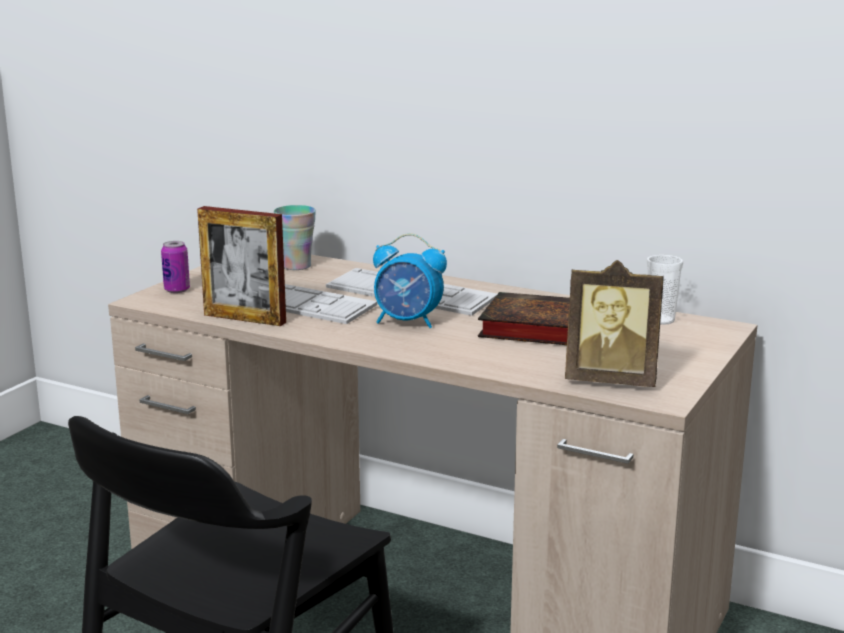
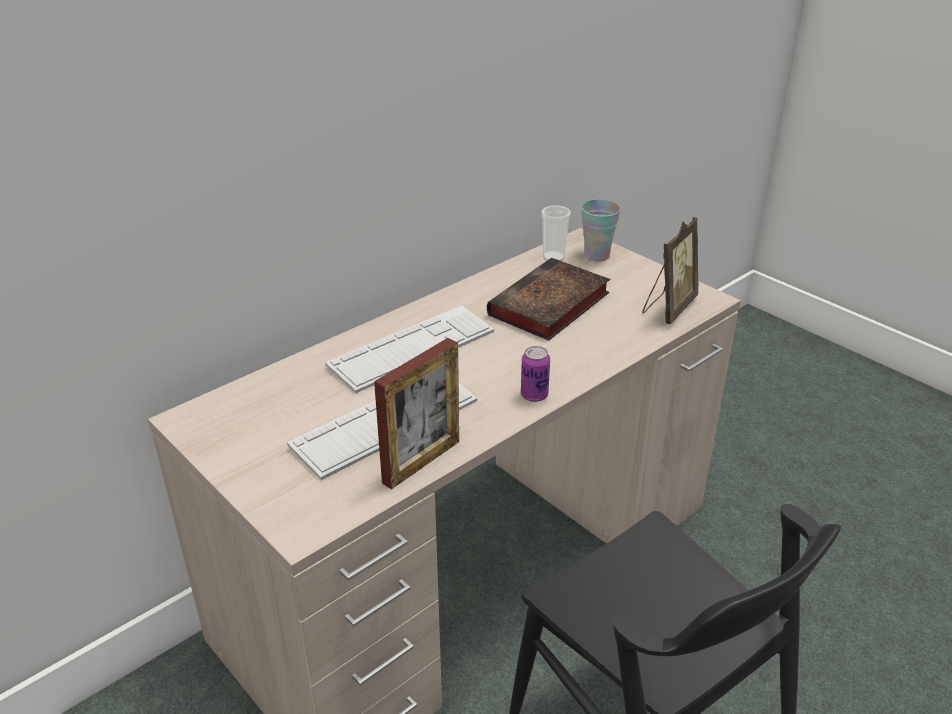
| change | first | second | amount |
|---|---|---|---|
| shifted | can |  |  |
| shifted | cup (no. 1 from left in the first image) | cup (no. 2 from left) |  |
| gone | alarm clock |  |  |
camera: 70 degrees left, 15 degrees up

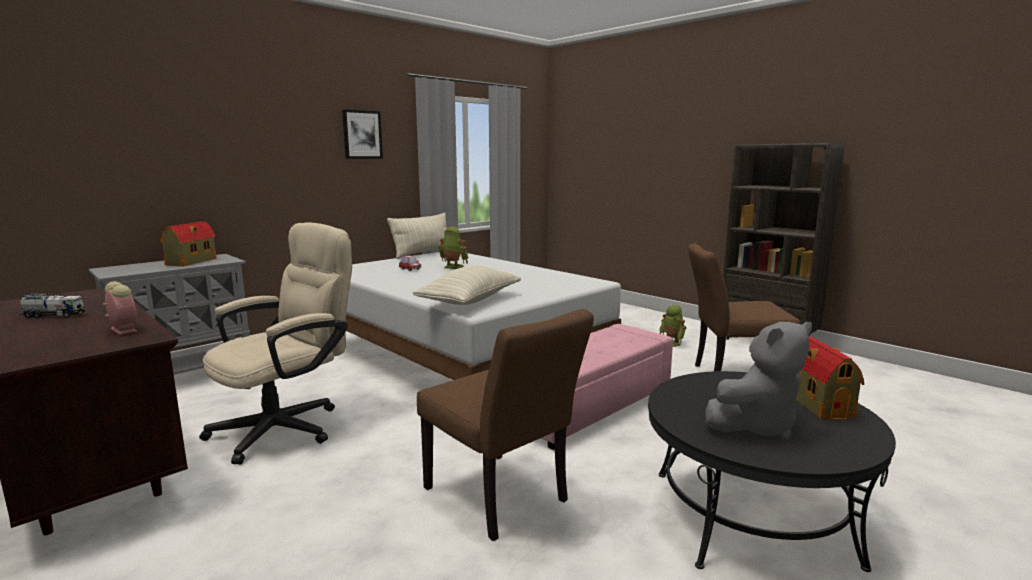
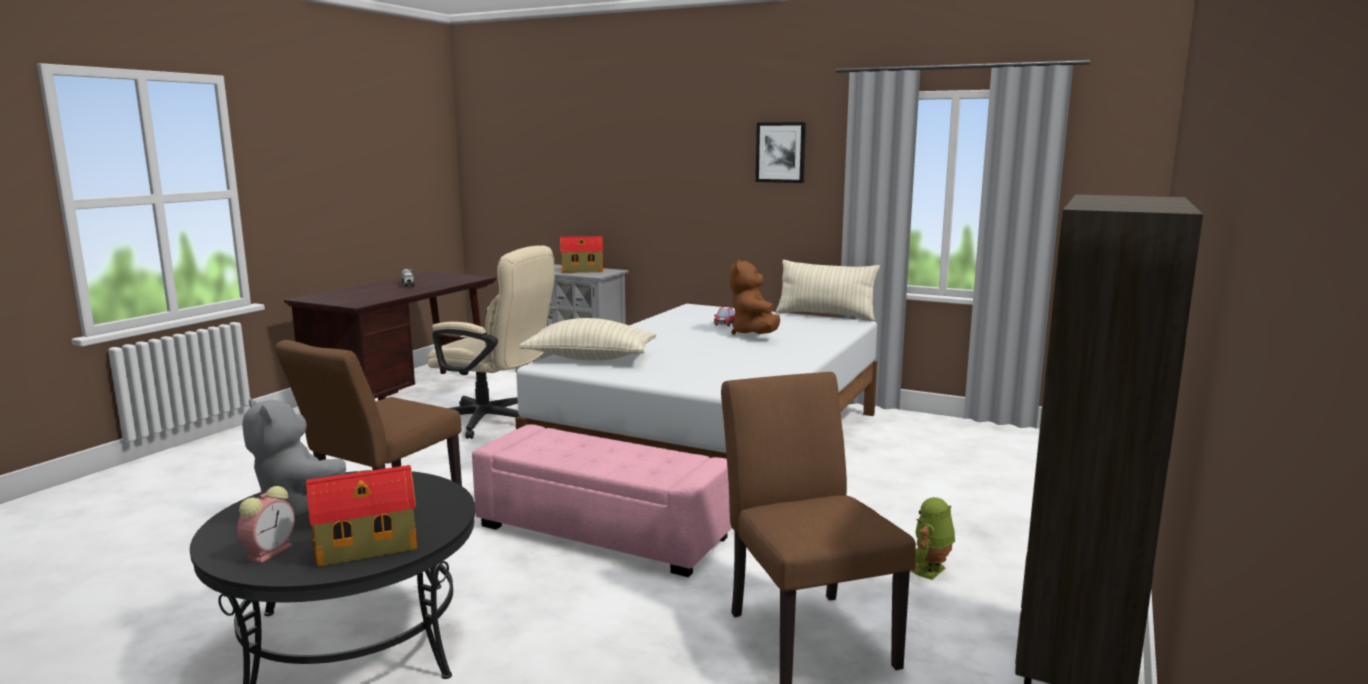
| change | first | second | amount |
|---|---|---|---|
| shifted | alarm clock |  |  |
| swapped | toy robot (no. 1 from left) | brown plush toy |  |
camera: 70 degrees right, 0 degrees up

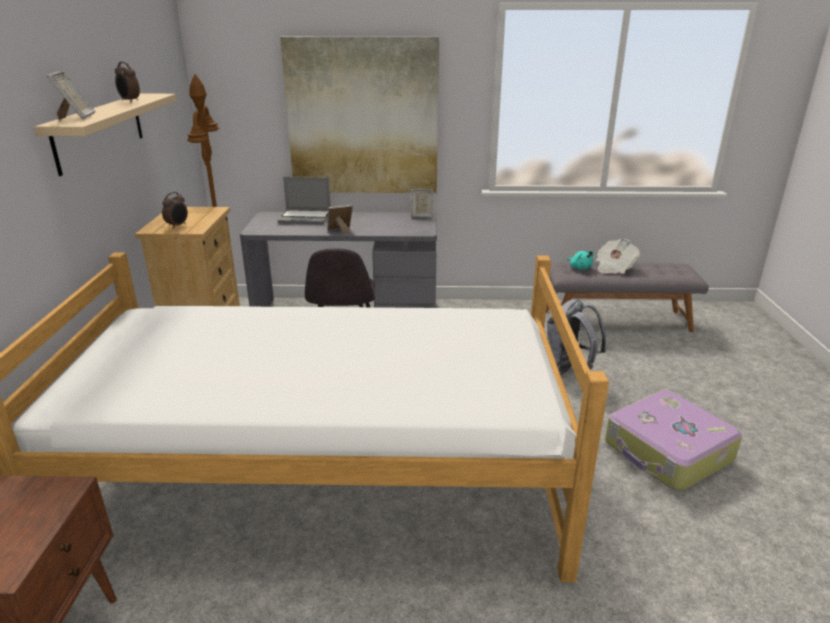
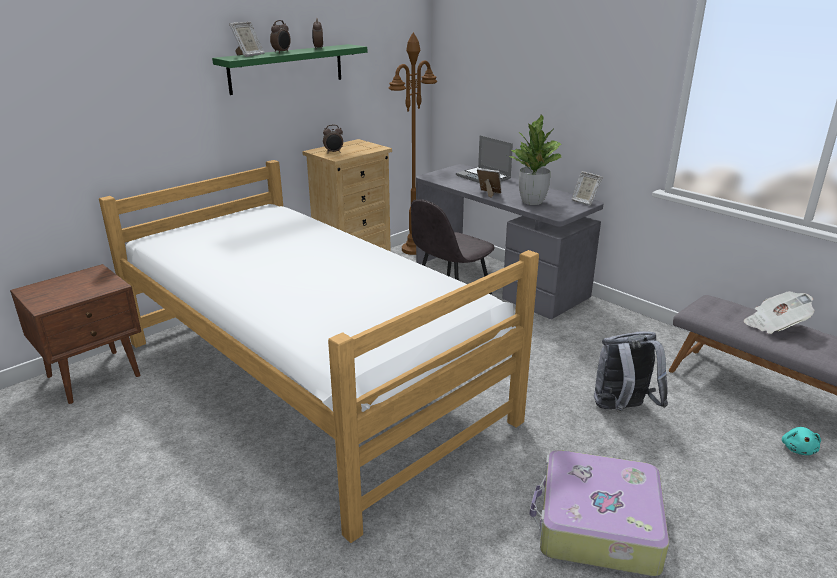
| change | first | second | amount |
|---|---|---|---|
| repainted | beige shelf | green shelf |  |
| new |  | alarm clock (no. 1 from left) |  |
| new |  | potted plant |  |
| shifted | turquoise plush toy |  |  |
| gone | picture |  |  |
camera: 45 degrees right, 0 degrees up

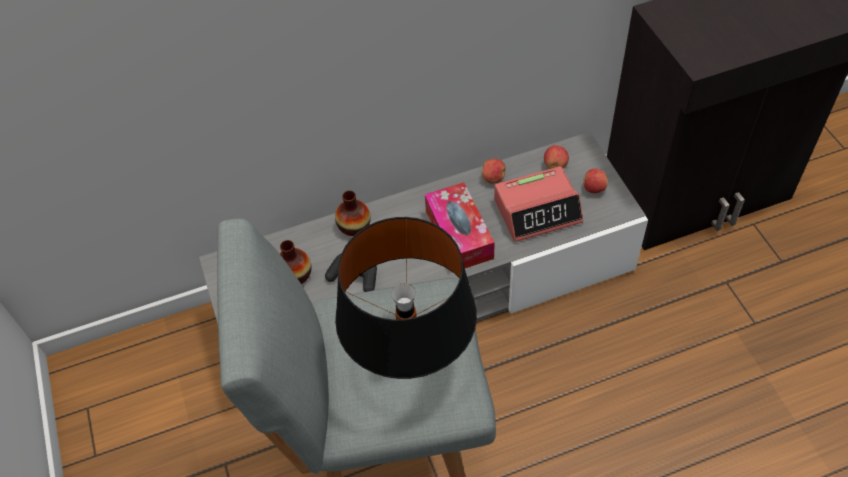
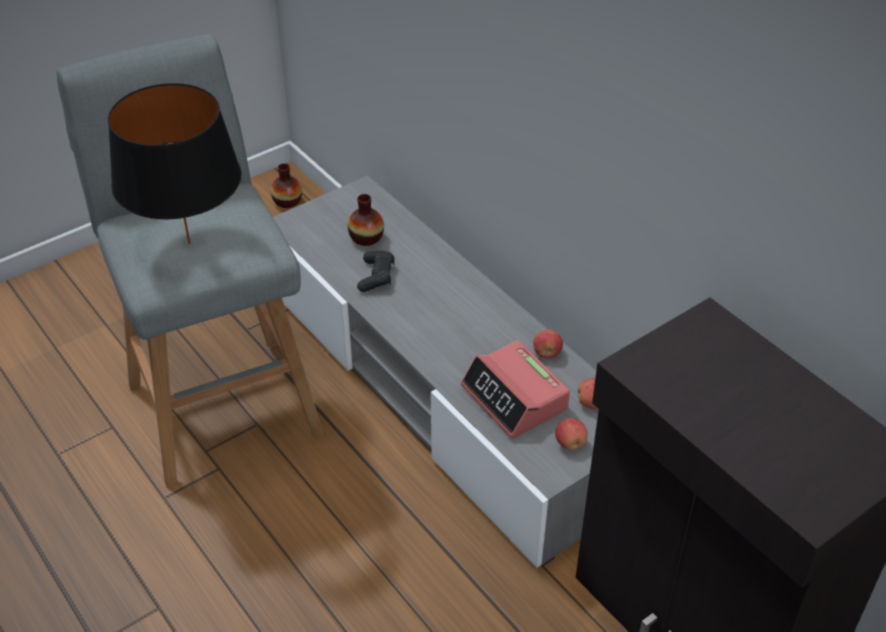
| change | first | second | amount |
|---|---|---|---|
| shifted | vase (no. 2 from left in the first image) | vase (no. 1 from left) |  |
| gone | tissue box |  |  |
camera: 70 degrees right, 10 degrees down

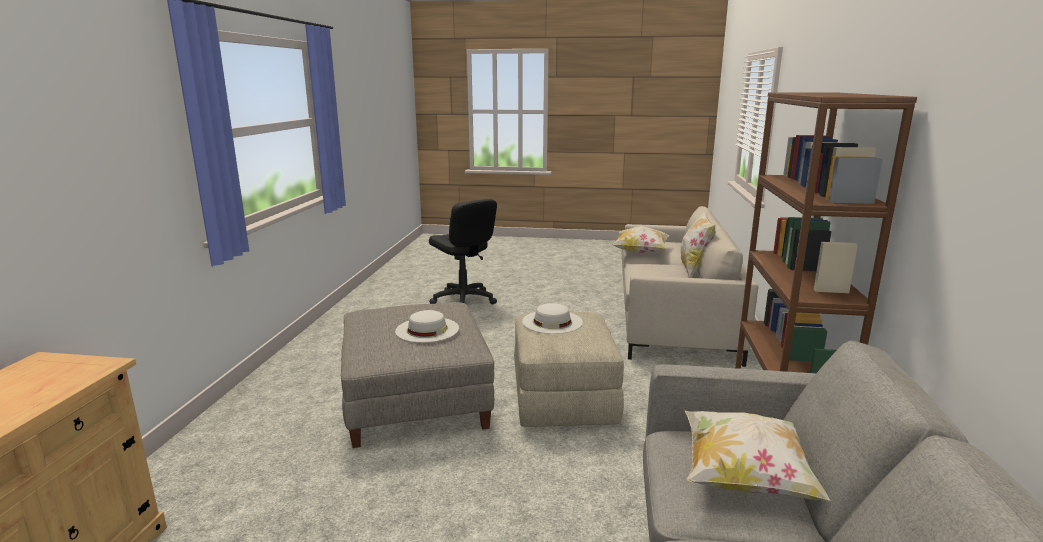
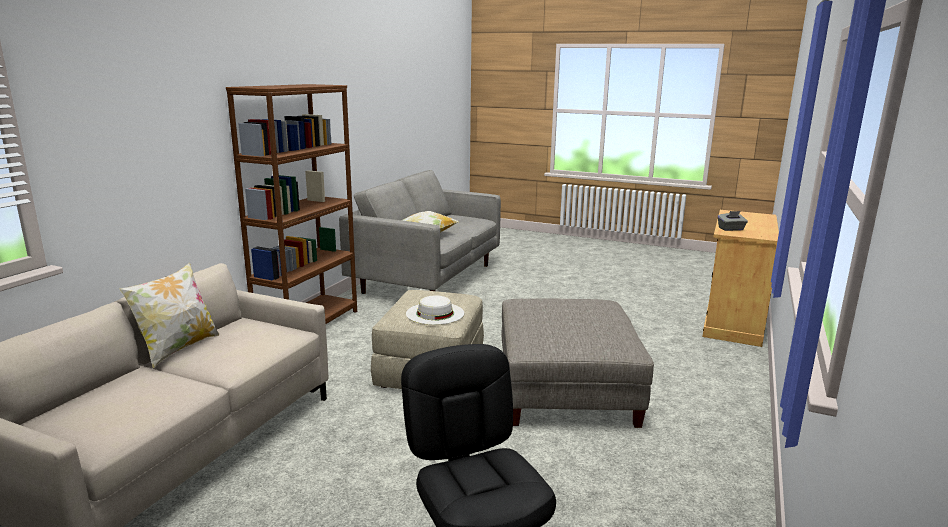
| change | first | second | amount |
|---|---|---|---|
| new |  | grey tissue box |  |
| gone | white hat (no. 1 from left) |  |  |
| gone | pillow (no. 1 from left) |  |  |
camera: 165 degrees left, 0 degrees up

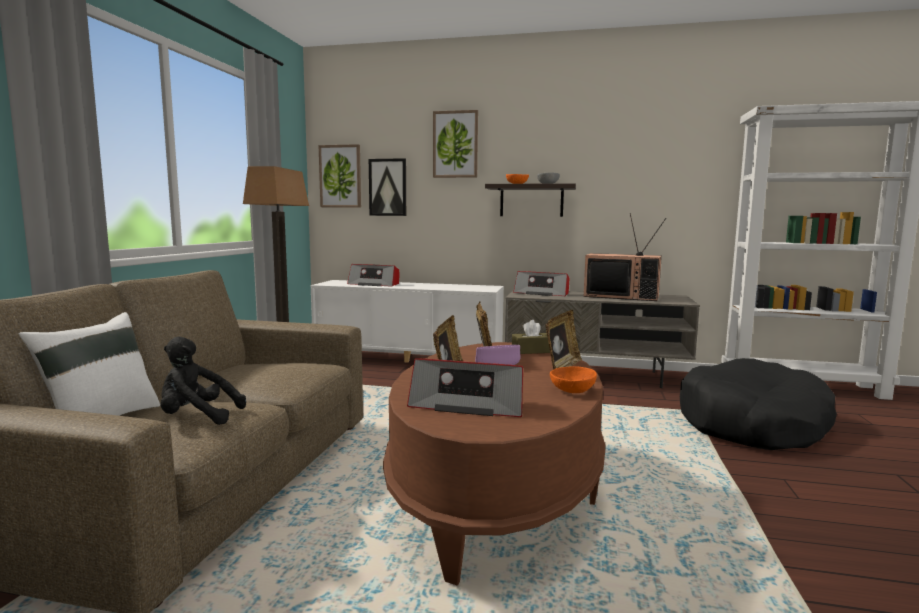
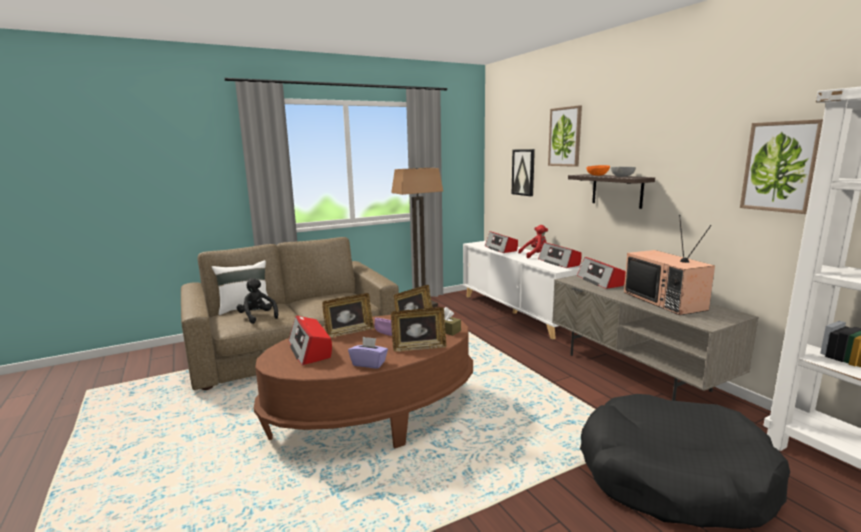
| change | first | second | amount |
|---|---|---|---|
| swapped | orange bowl (no. 2 from left) | purple tissue box |  |
| new |  | red plush toy |  |
| new |  | radio (no. 3 from left) |  |
| shifted | picture (no. 1 from left in the first image) | picture (no. 3 from left) |  |
camera: 50 degrees right, 5 degrees up

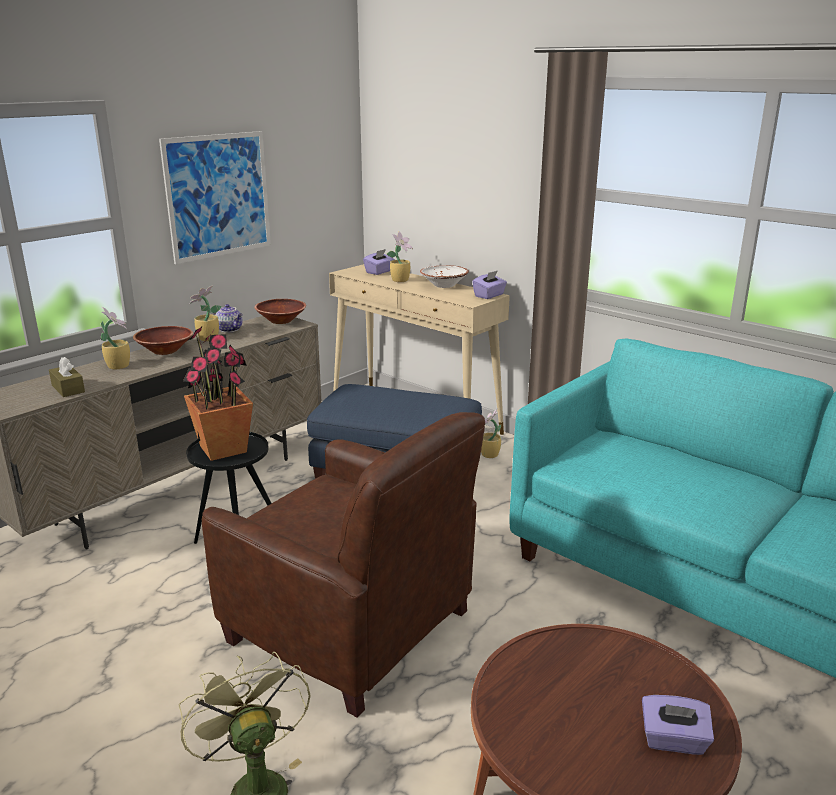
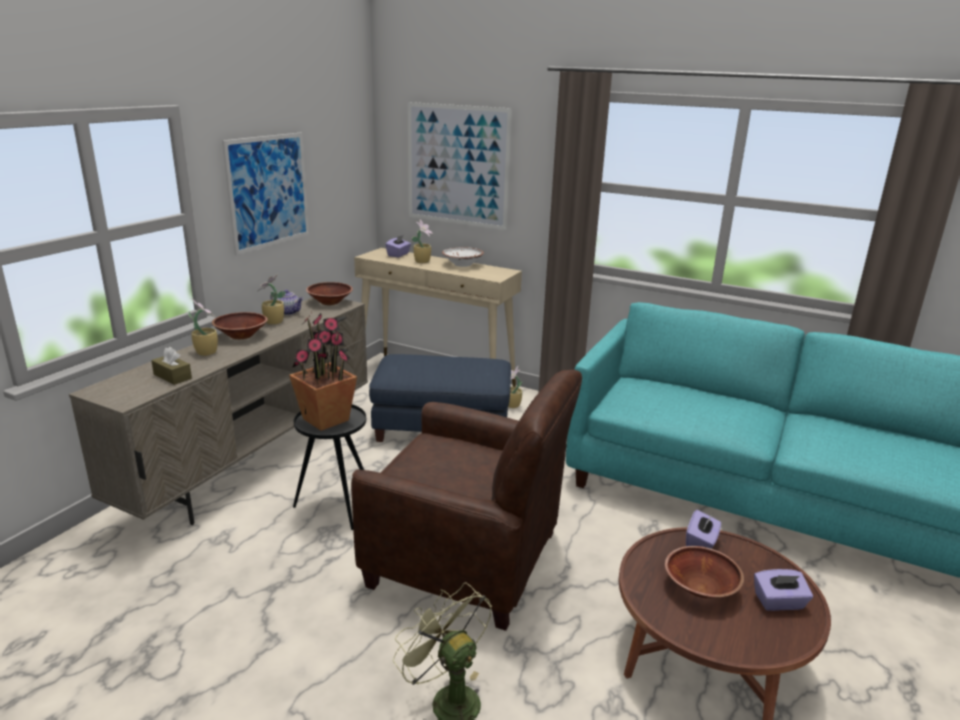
| change | first | second | amount |
|---|---|---|---|
| new |  | picture (no. 2 from left) |  |
| new |  | brown bowl (no. 3 from left) |  |
| shifted | purple tissue box (no. 2 from left) |  |  |
camera: 15 degrees left, 0 degrees up

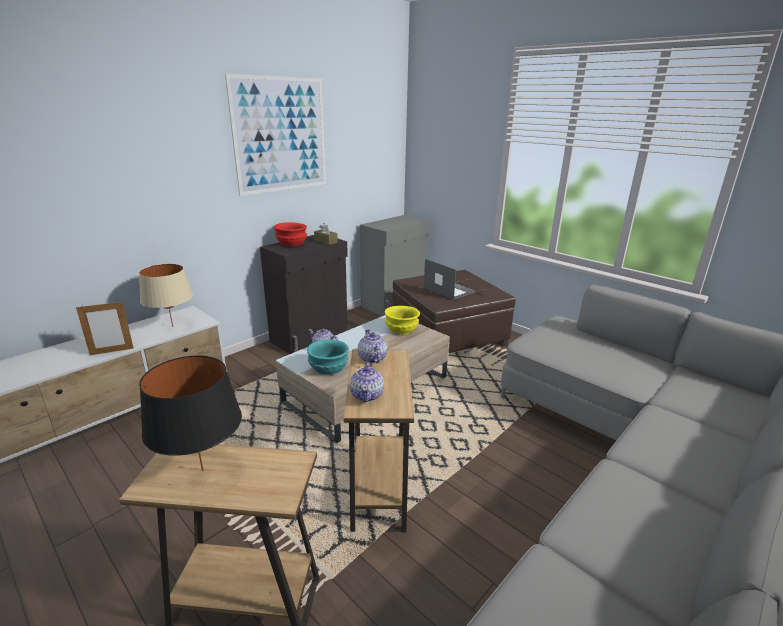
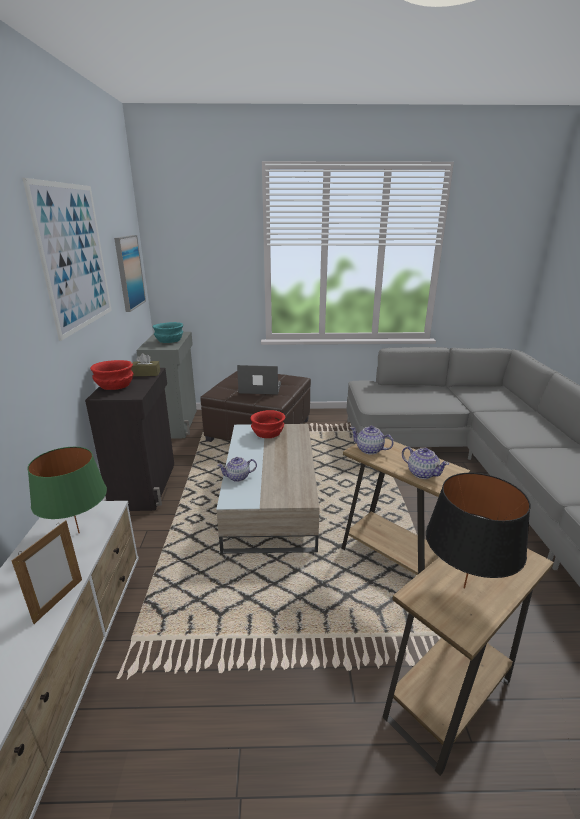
| change | first | second | amount |
|---|---|---|---|
| repainted | beige table lamp | green table lamp |  |
| new |  | picture (no. 2 from left) |  |
| shifted | turquoise bowl |  |  |
| repainted | yellow bowl | red bowl (no. 2 from left) |  |
camera: 45 degrees left, 0 degrees up

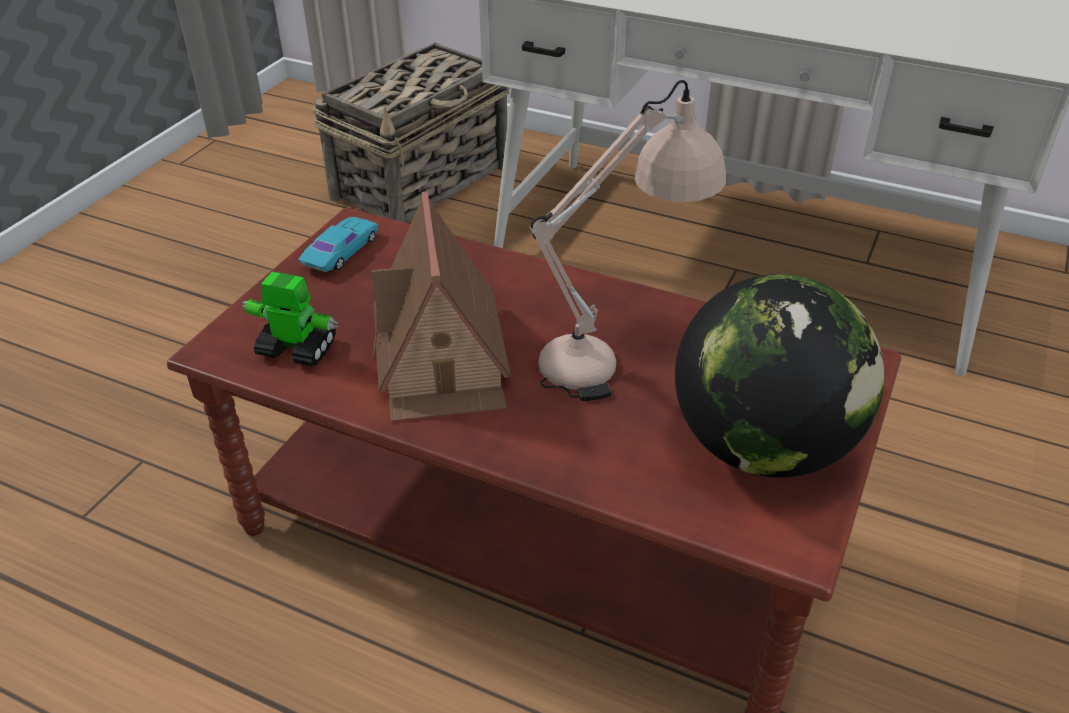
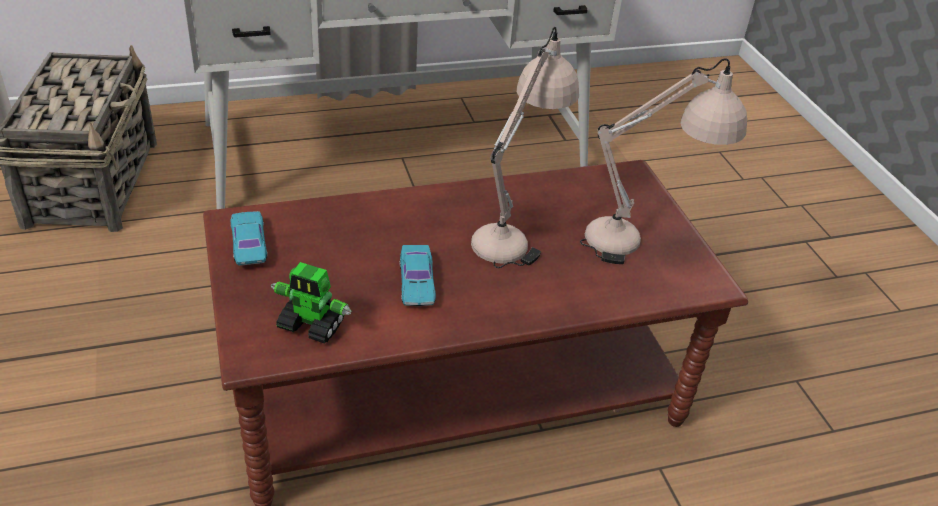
| change | first | second | amount |
|---|---|---|---|
| rotated | toy robot |  | 135 degrees counterclockwise |
| swapped | toy house | turquoise toy car (no. 2 from left) |  |
| swapped | globe | beige table lamp (no. 2 from left) |  |
camera: 45 degrees left, 0 degrees up

